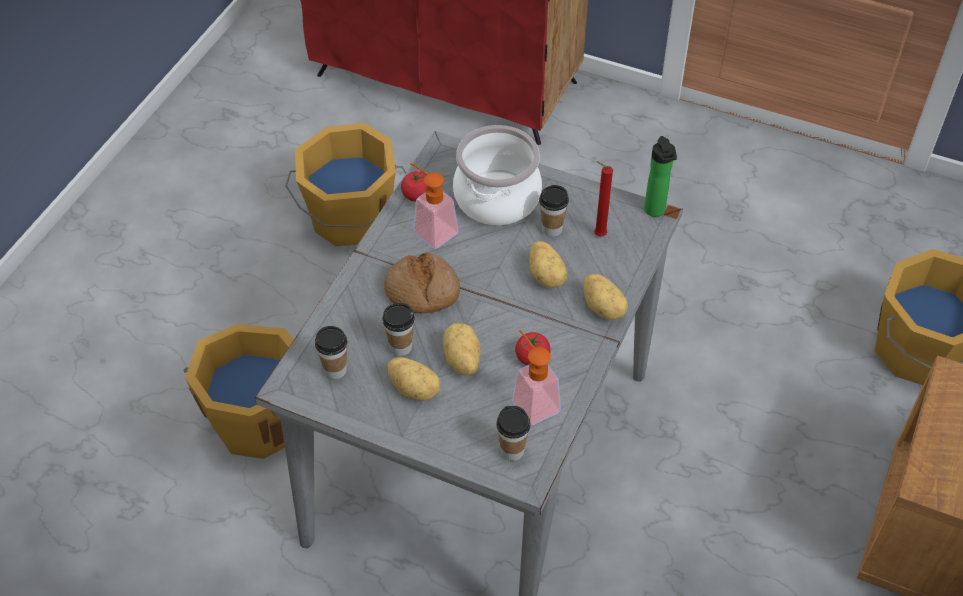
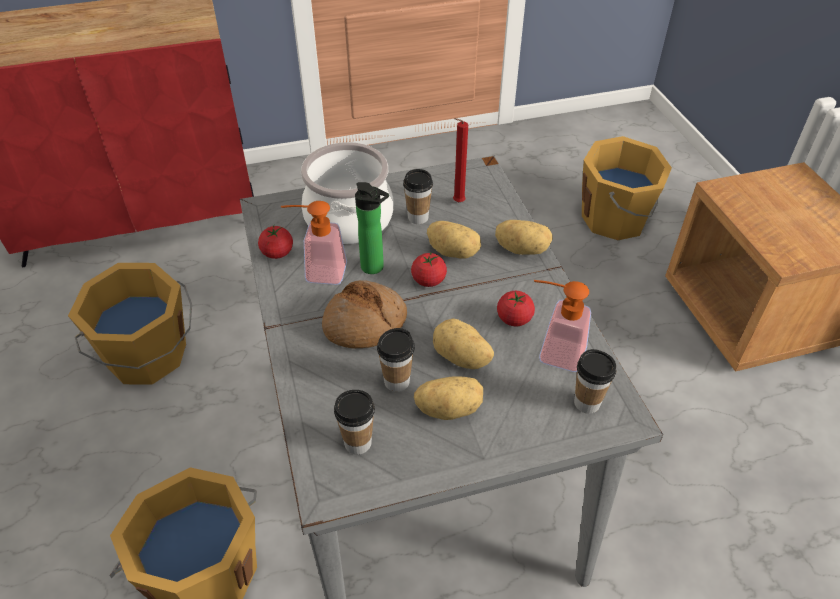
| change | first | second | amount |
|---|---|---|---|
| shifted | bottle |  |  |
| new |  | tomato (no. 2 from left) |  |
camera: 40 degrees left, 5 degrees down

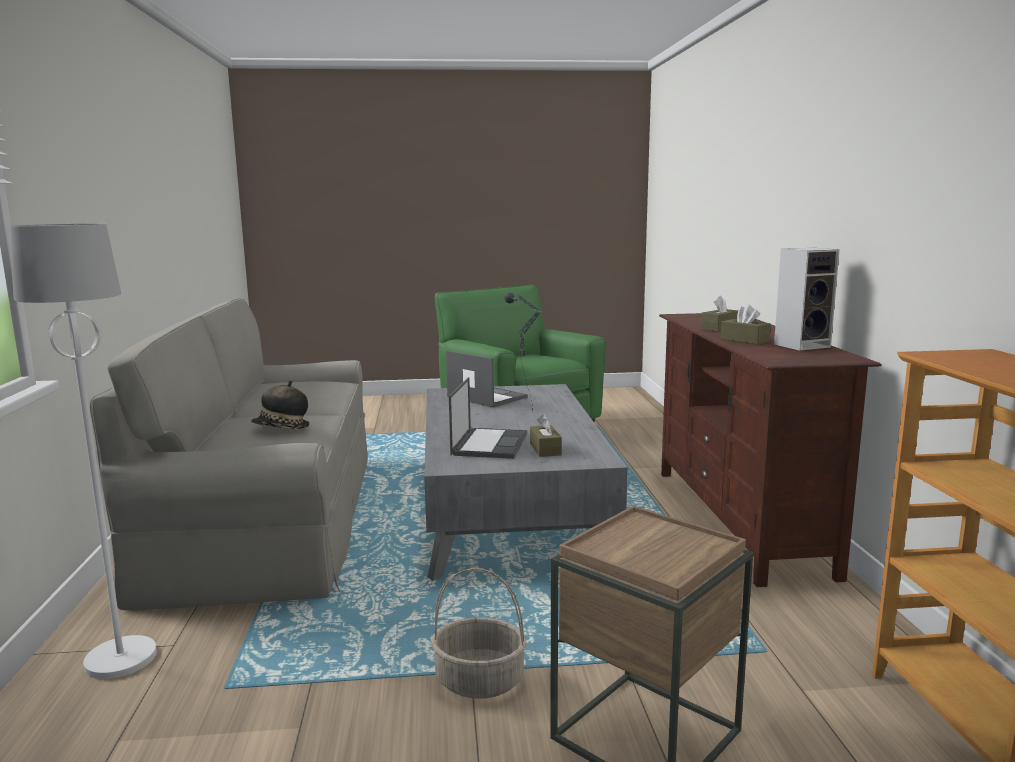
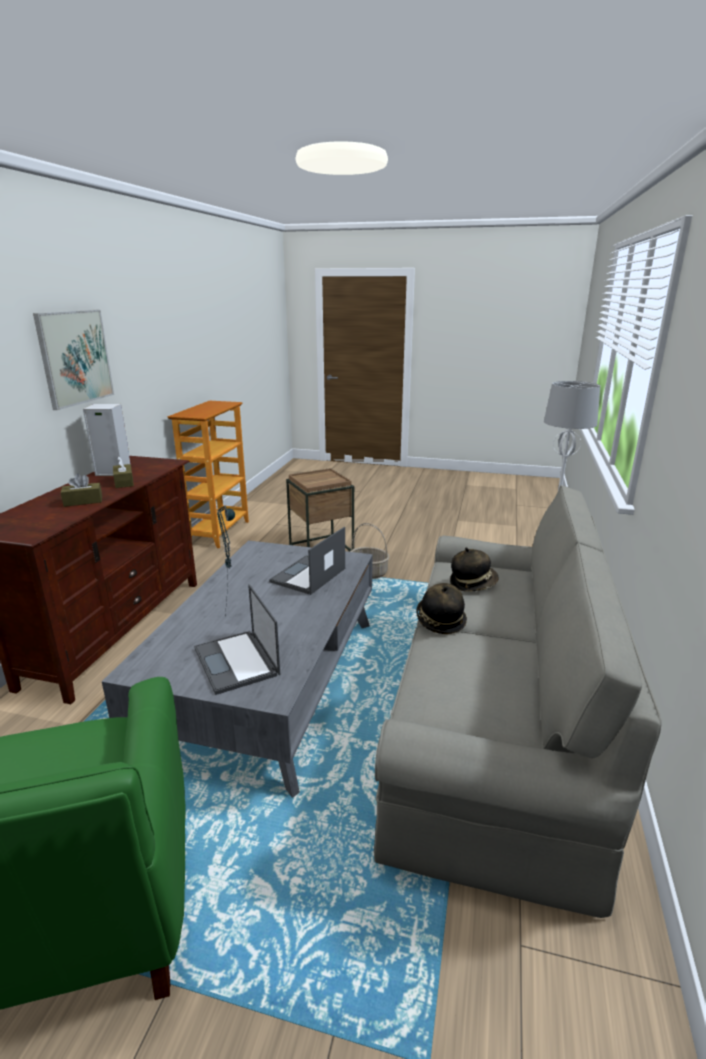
| change | first | second | amount |
|---|---|---|---|
| new |  | picture |  |
| new |  | hat (no. 1 from left) |  |
| gone | brown tissue box (no. 1 from left) |  |  |
camera: 160 degrees left, 10 degrees up

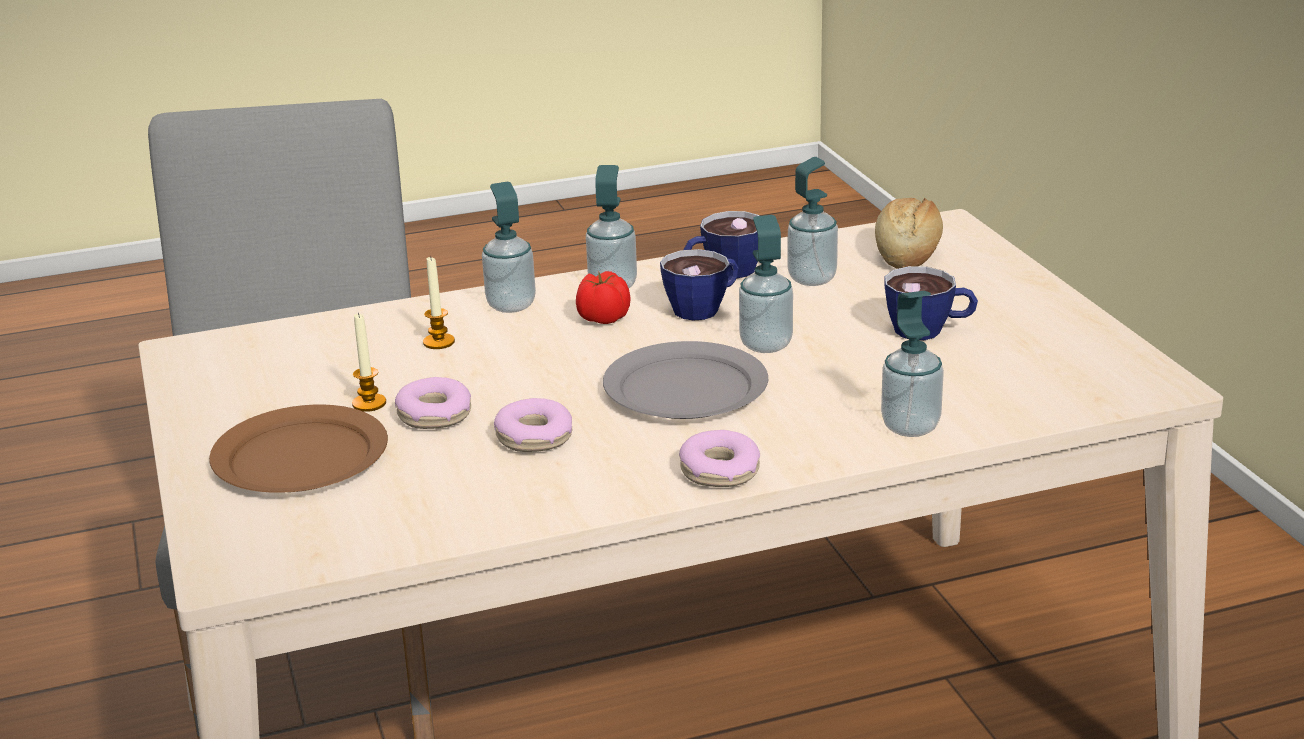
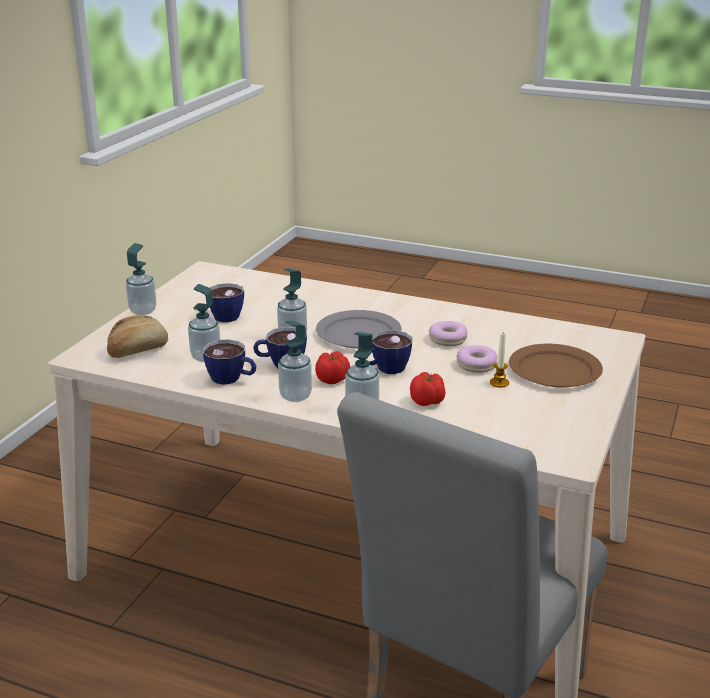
| change | first | second | amount |
|---|---|---|---|
| shifted | soap dispenser (no. 5 from left in the first image) | soap dispenser (no. 1 from left) |  |
| new |  | cup (no. 4 from left) |  |
| swapped | candle (no. 2 from left) | tomato (no. 2 from left) |  |
| gone | donut (no. 3 from left) |  |  |
camera: 140 degrees left, 0 degrees up

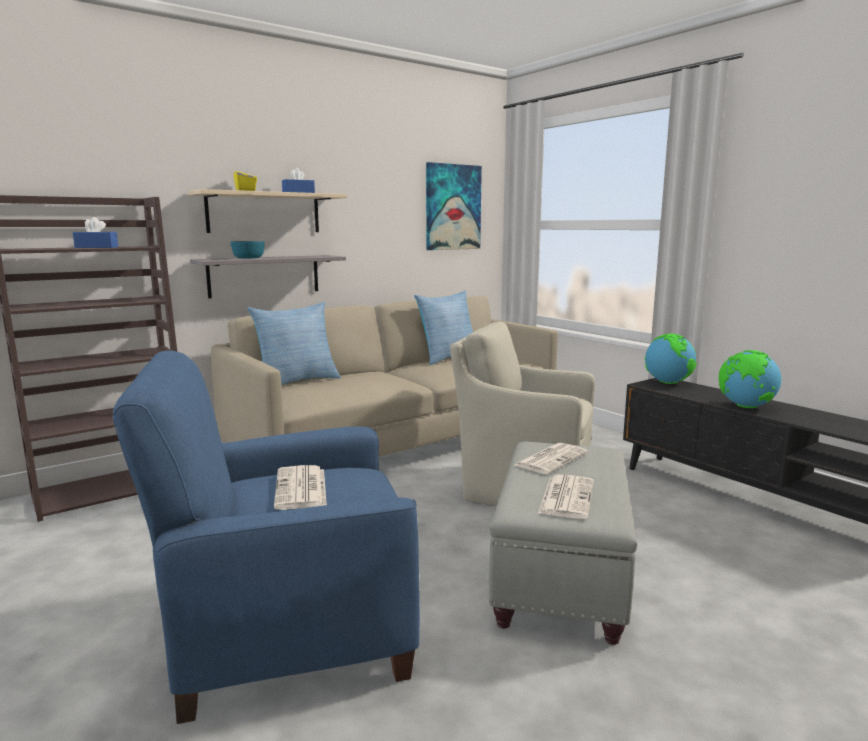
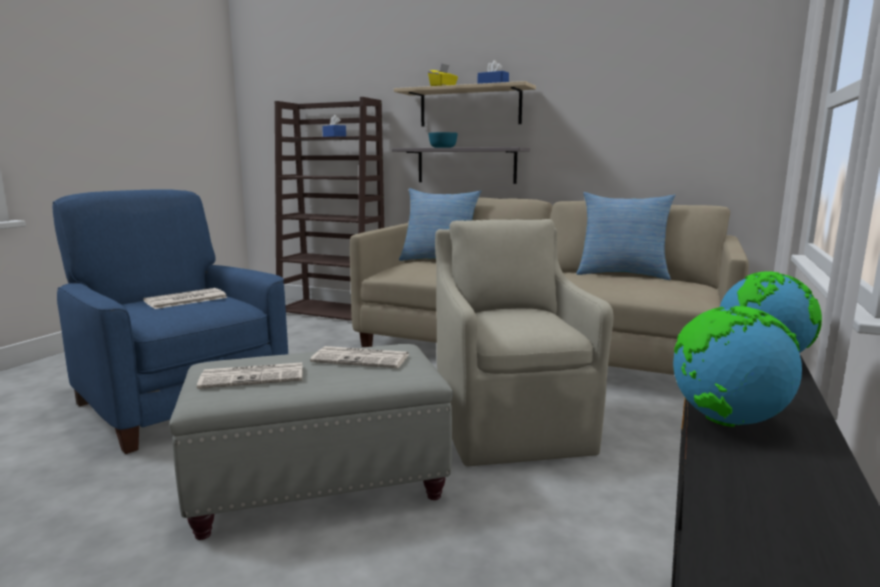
| change | first | second | amount |
|---|---|---|---|
| gone | picture |  |  |
camera: 60 degrees right, 0 degrees up

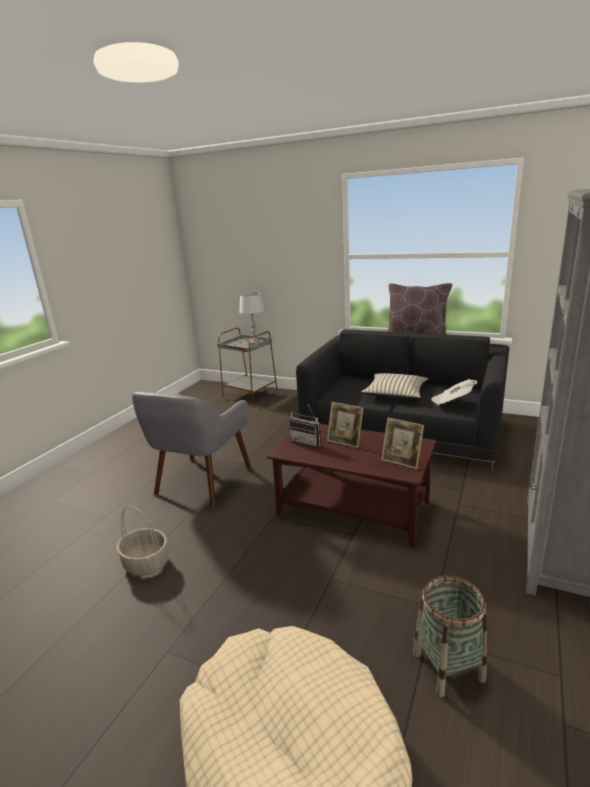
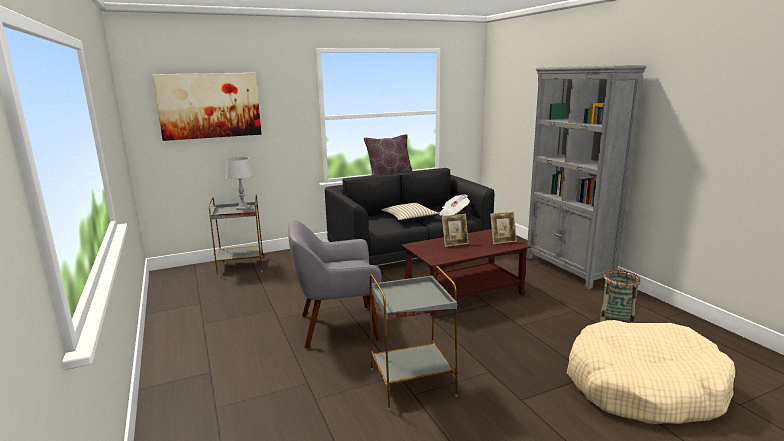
| change | first | second | amount |
|---|---|---|---|
| new |  | picture |  |
| rotated | grey armchair |  | 105 degrees clockwise |
| swapped | basket (no. 1 from left) | grey side table (no. 2 from left) |  |
| gone | radio |  |  |
camera: 50 degrees left, 5 degrees down

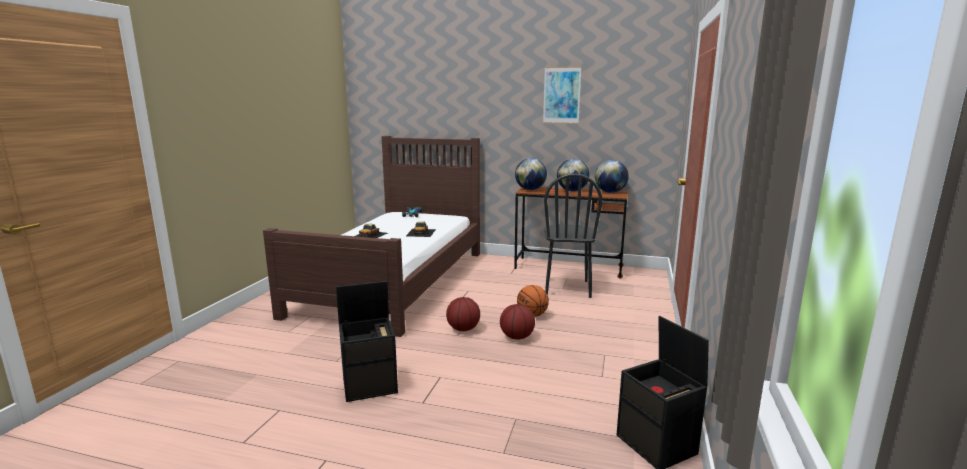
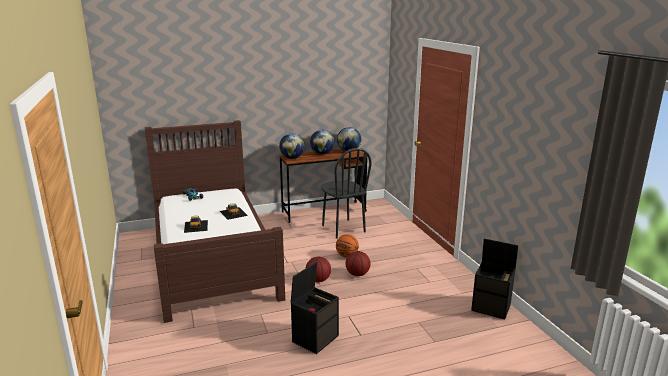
| change | first | second | amount |
|---|---|---|---|
| gone | picture |  |  |
camera: 35 degrees left, 5 degrees up

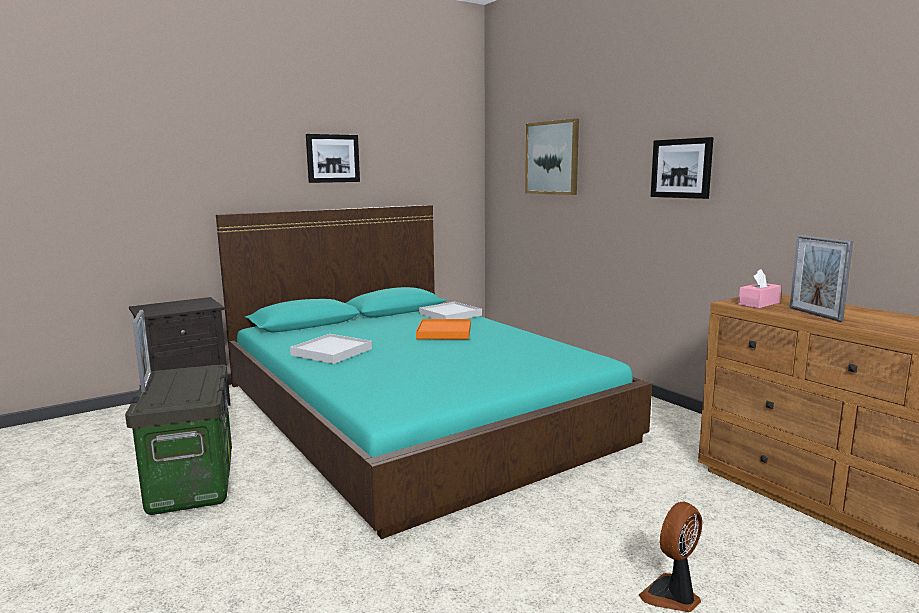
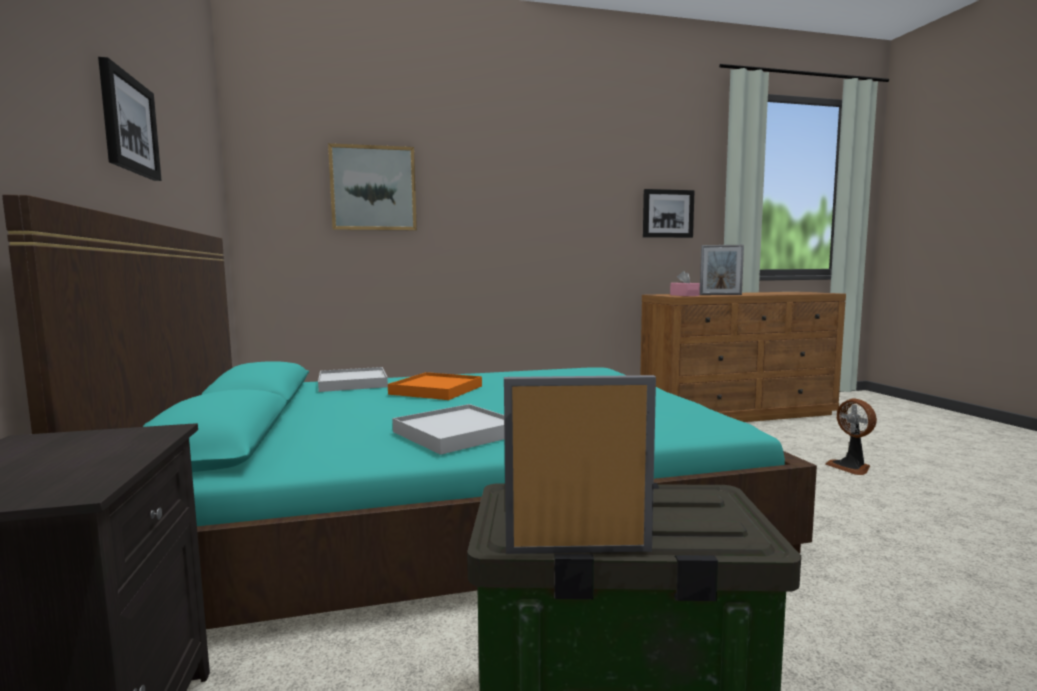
| change | first | second | amount |
|---|---|---|---|
| shifted | picture (no. 3 from left) |  |  |
camera: 70 degrees left, 5 degrees down

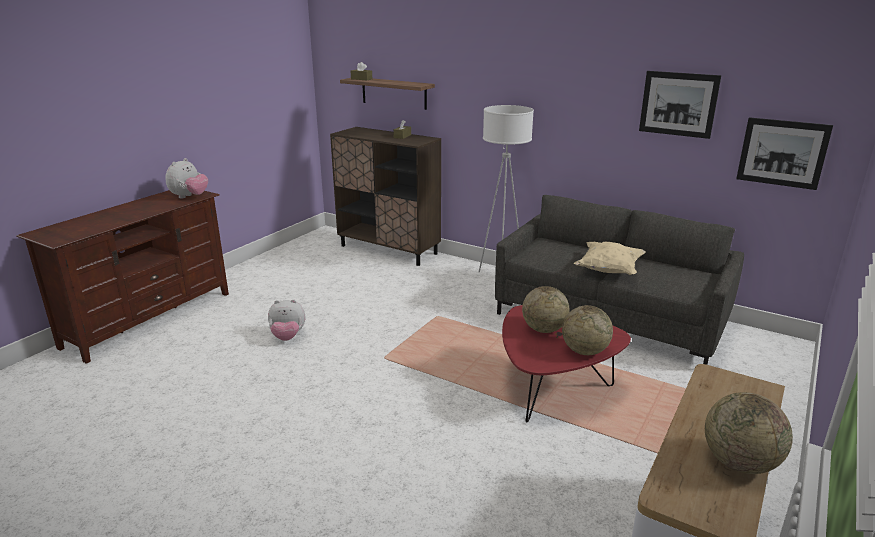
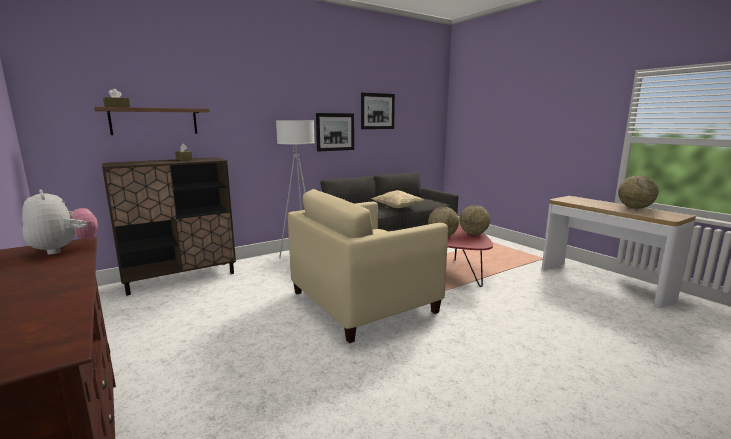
| change | first | second | amount |
|---|---|---|---|
| new |  | beige armchair |  |
| shifted | picture (no. 2 from left in the first image) | picture (no. 1 from left) |  |
| gone | plush toy (no. 2 from left) |  |  |
camera: 65 degrees left, 10 degrees down

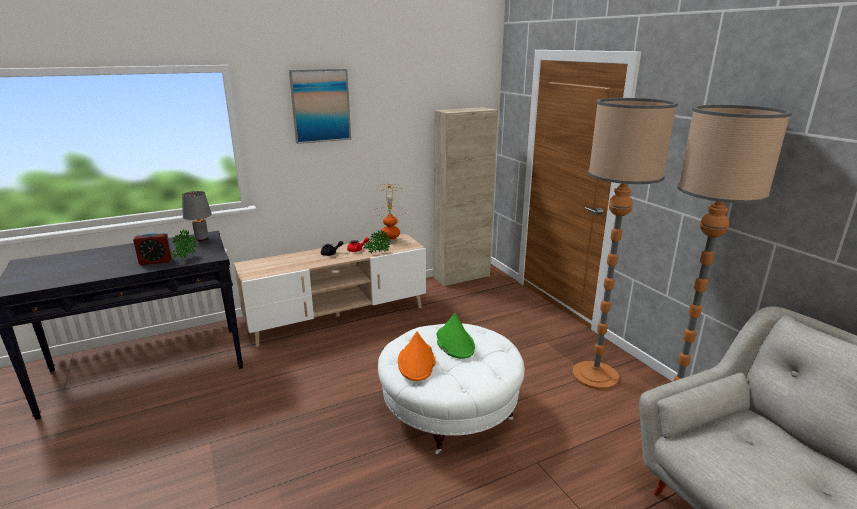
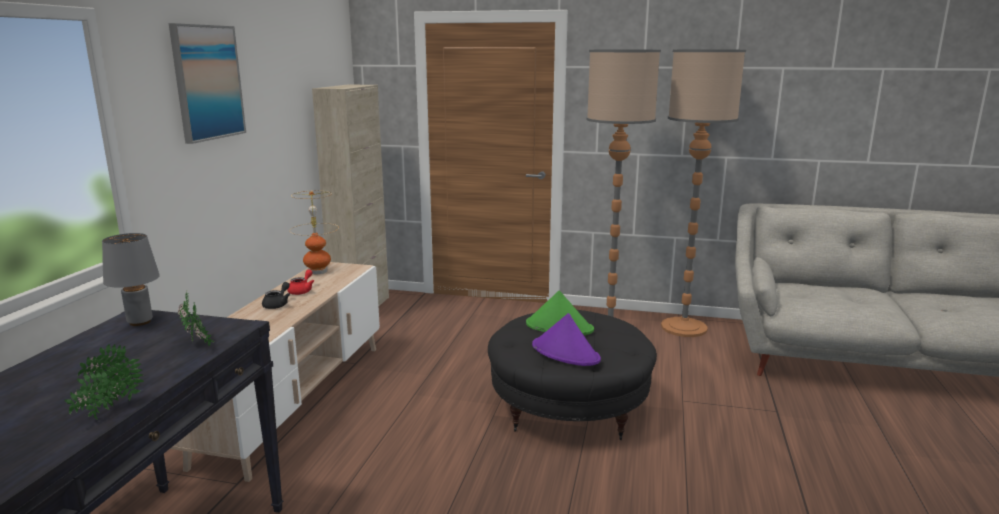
| change | first | second | amount |
|---|---|---|---|
| shifted | potted plant (no. 2 from left in the first image) | potted plant (no. 1 from left) |  |
| repainted | white ottoman | black ottoman |  |
| repainted | orange hat | purple hat |  |
| gone | alarm clock |  |  |
camera: 50 degrees left, 5 degrees down

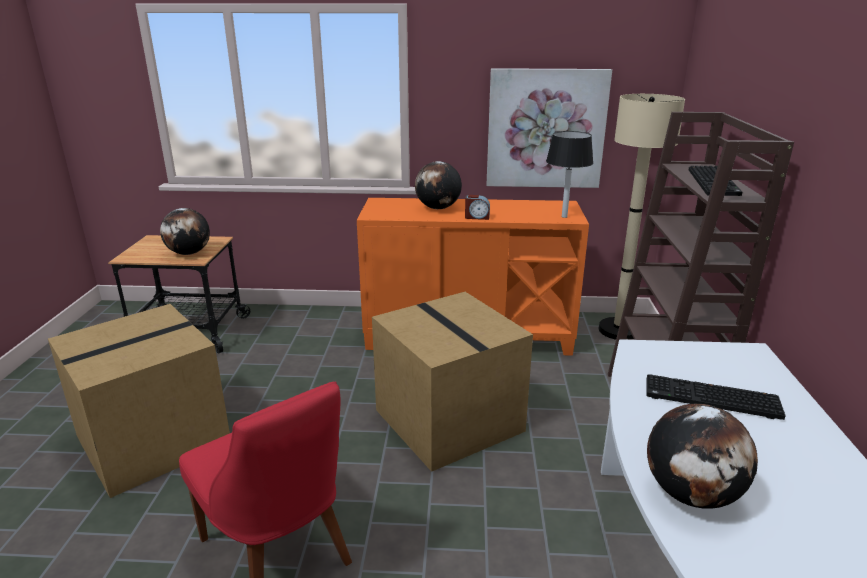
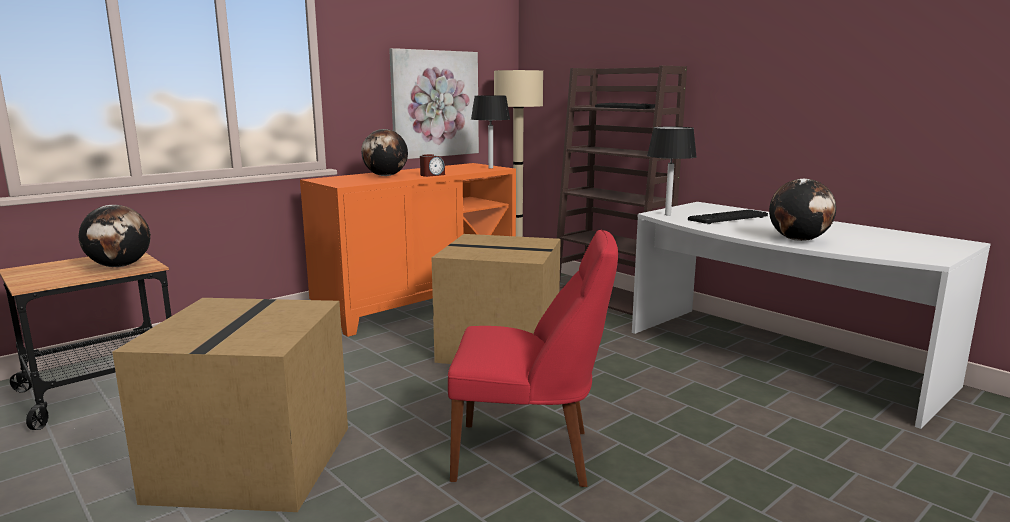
| change | first | second | amount |
|---|---|---|---|
| new |  | black table lamp (no. 2 from left) |  |
camera: 45 degrees left, 10 degrees down

